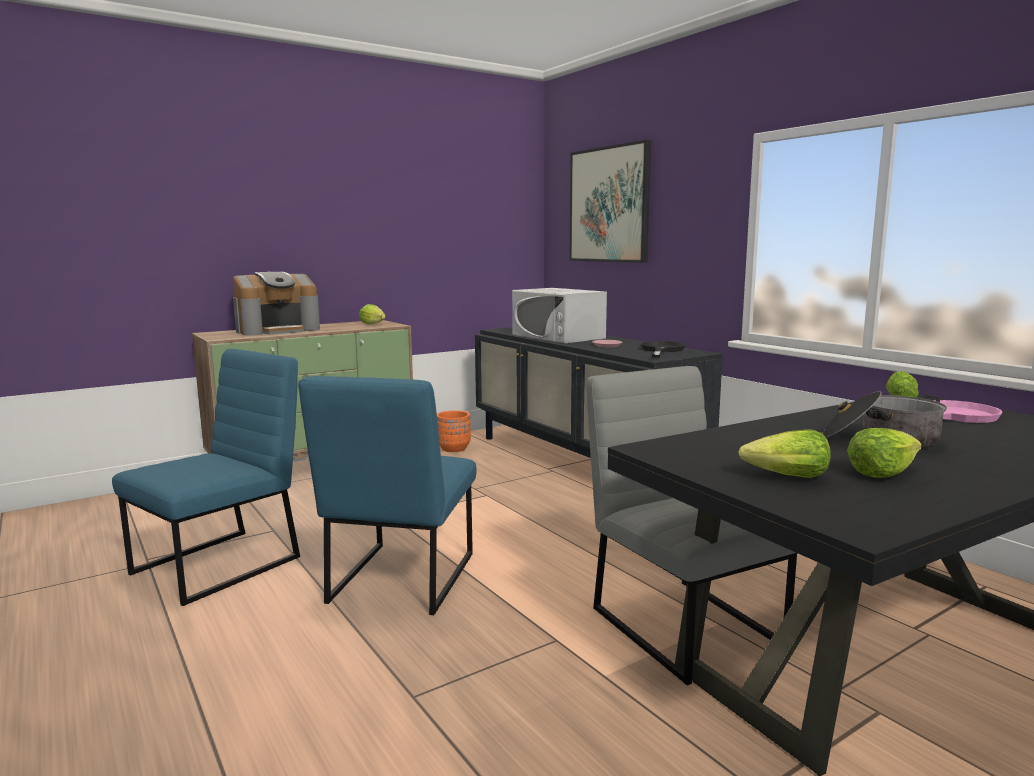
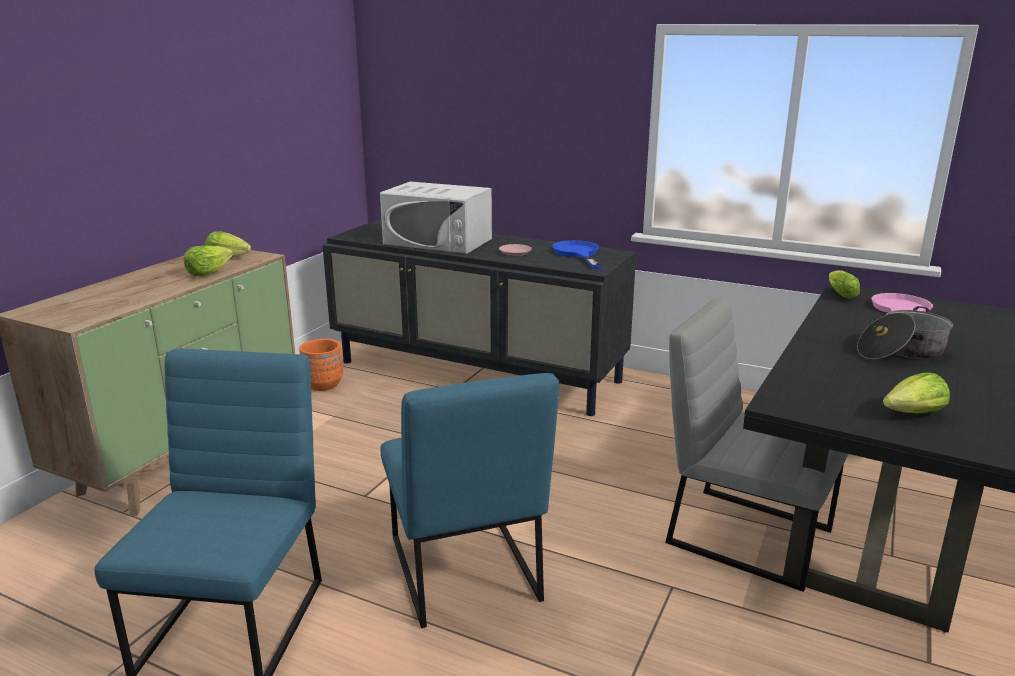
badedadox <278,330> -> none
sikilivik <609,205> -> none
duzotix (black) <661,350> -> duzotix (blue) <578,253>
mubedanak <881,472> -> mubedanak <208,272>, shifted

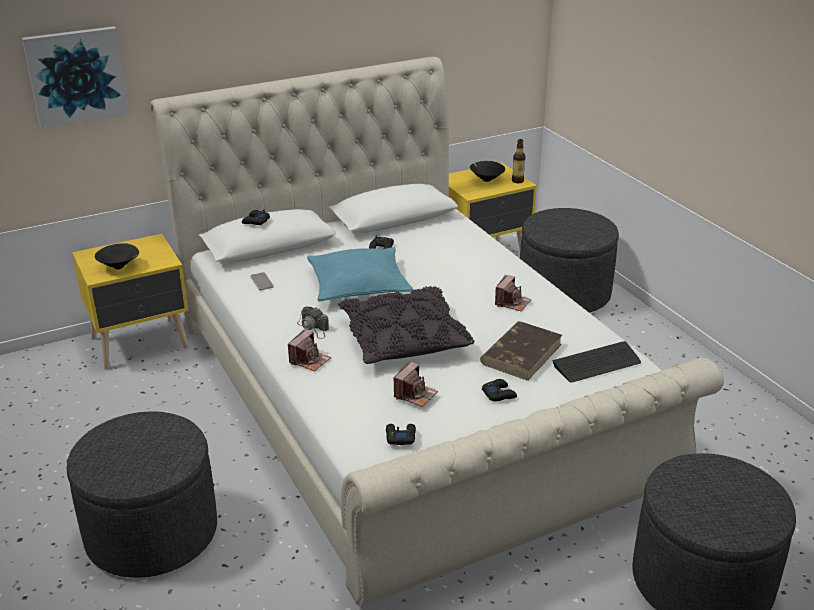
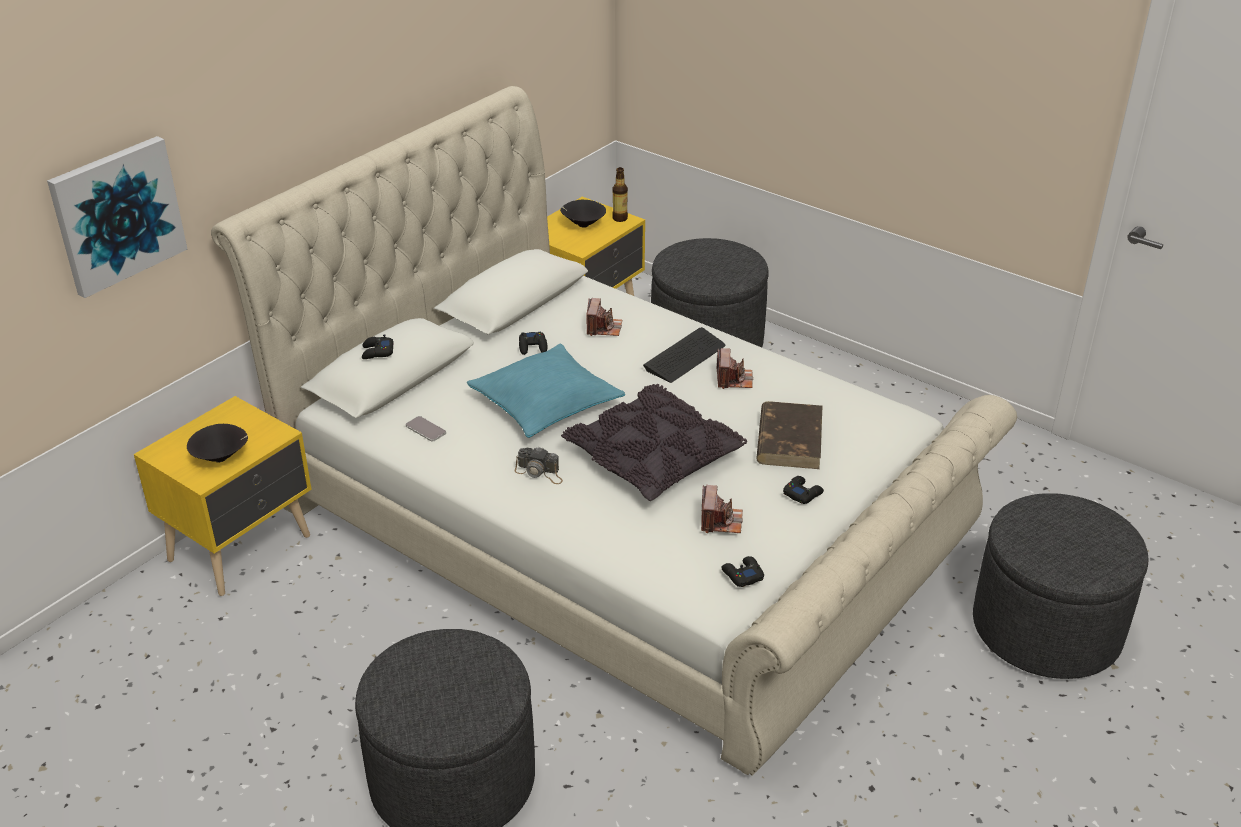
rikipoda <309,360> -> rikipoda <603,328>, shifted
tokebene <597,363> -> tokebene <685,357>, shifted

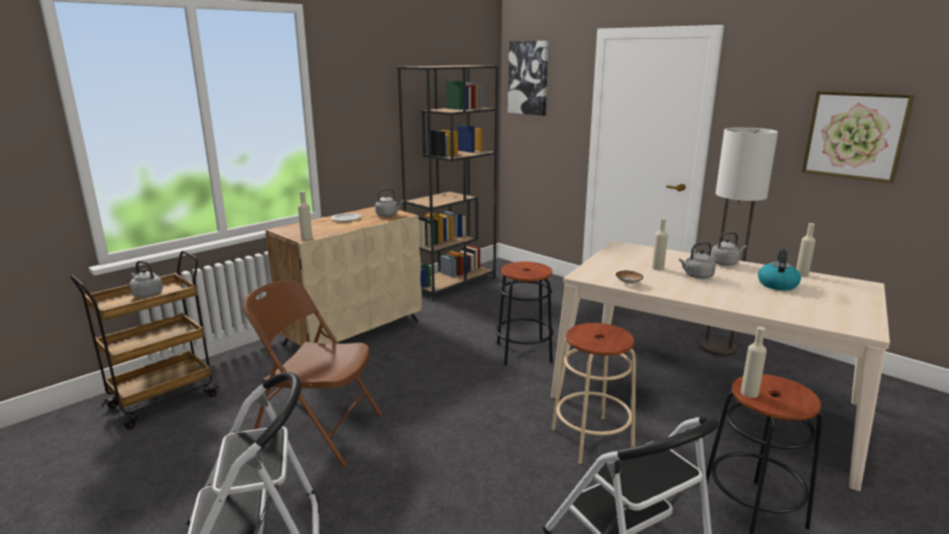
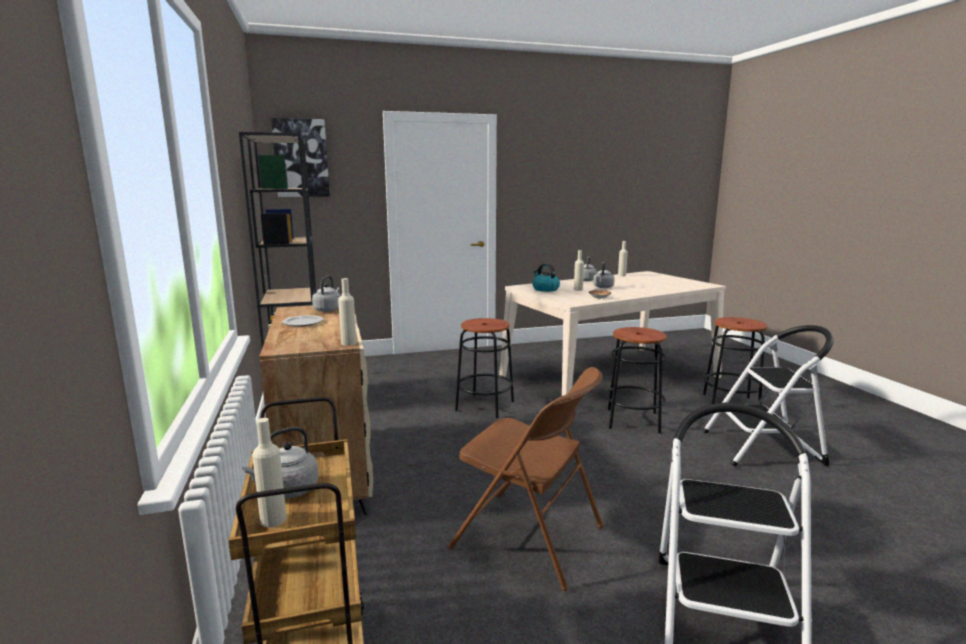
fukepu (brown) <318,431> -> fukepu (brown) <528,537>, 105 degrees counterclockwise
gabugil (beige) <591,439> -> gabugil (black) <633,420>
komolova <718,347> -> none
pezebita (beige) <749,393> -> pezebita (beige) <273,519>, shifted
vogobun <777,284> -> vogobun <545,289>, shifted
sikilivik <854,135> -> none

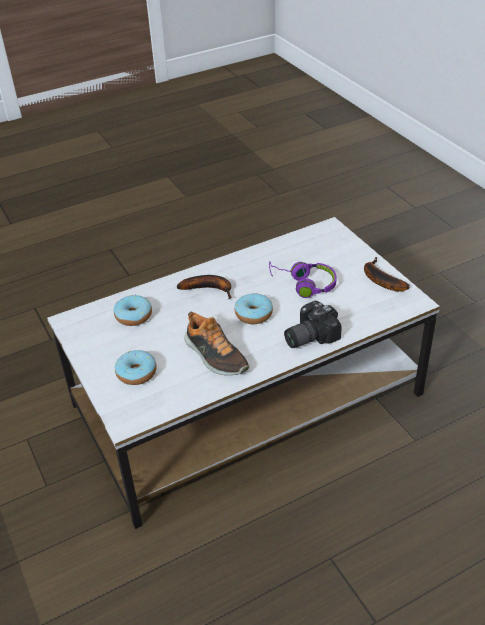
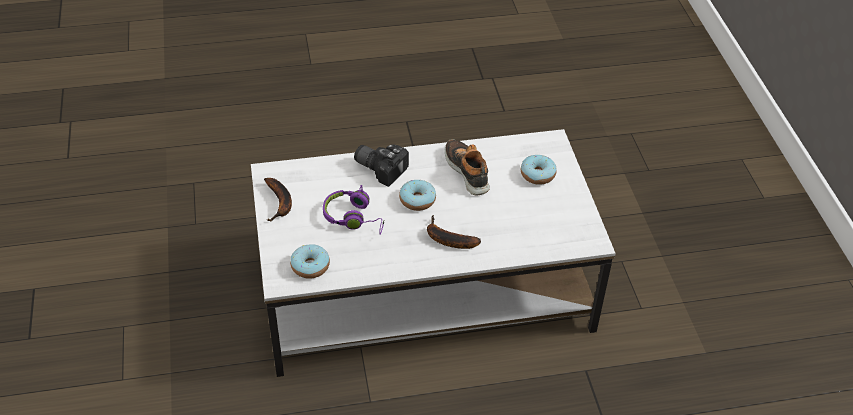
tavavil <134,316> -> tavavil <310,266>, shifted
rikipoda <308,336> -> rikipoda <381,167>, 135 degrees counterclockwise

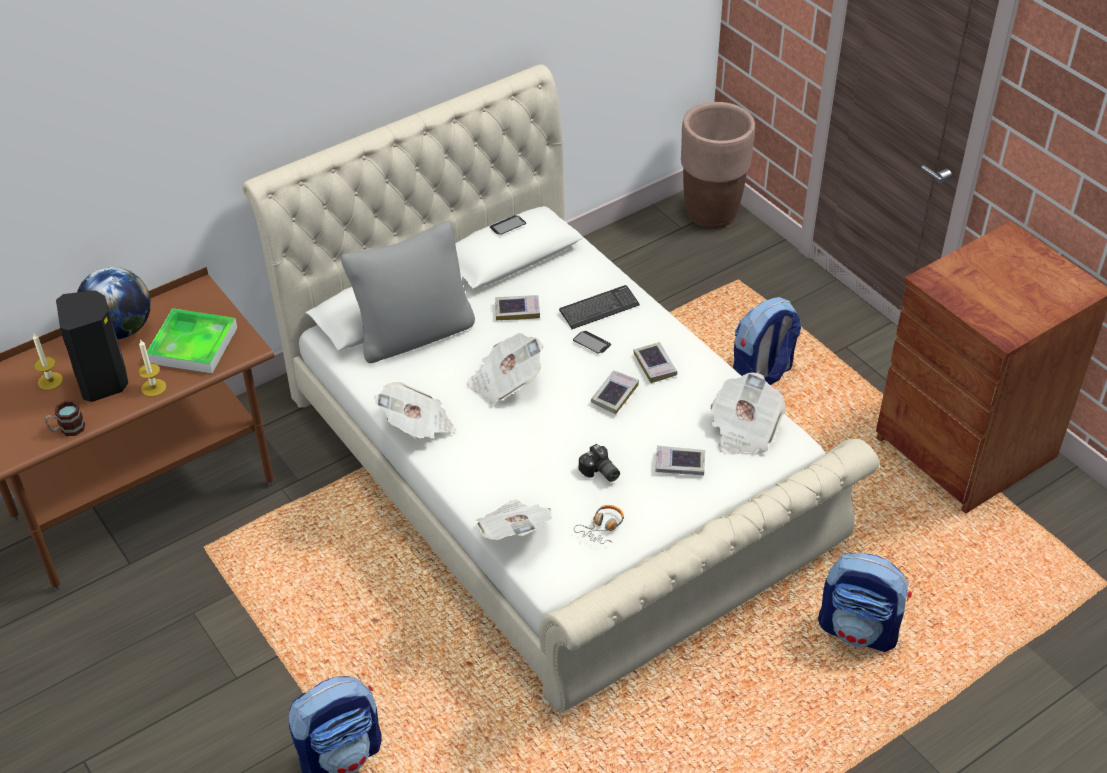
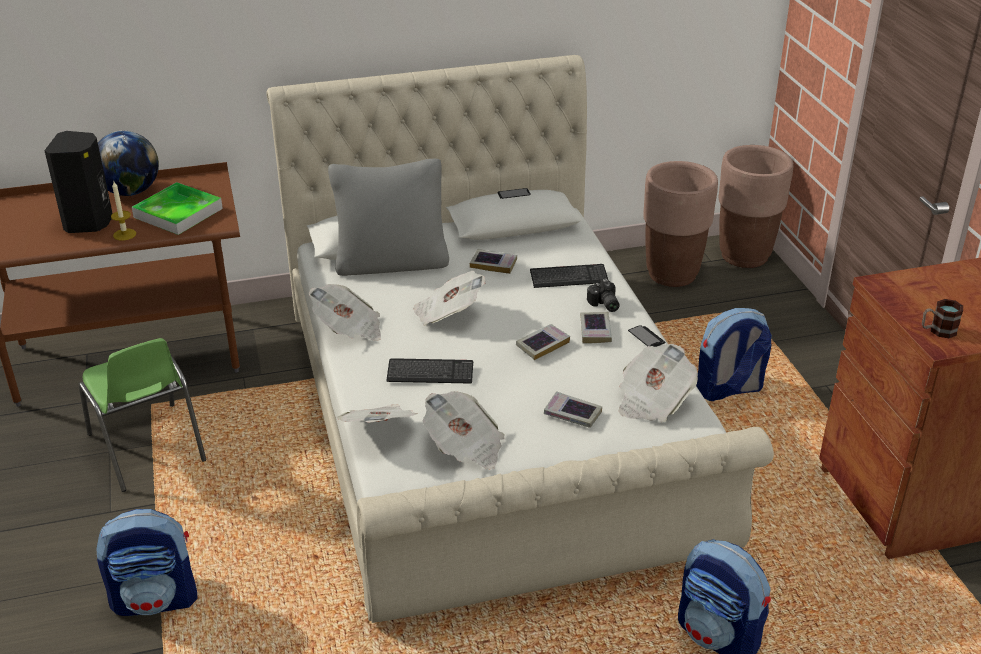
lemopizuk <50,381> -> none
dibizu <67,429> -> dibizu <937,331>, shifted
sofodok <592,343> -> sofodok <646,337>, shifted
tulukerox <602,528> -> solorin <465,447>
rikipoda <599,472> -> rikipoda <604,305>, shifted
none -> fukepu (green) <147,448>
none -> tokebene <430,373>
none -> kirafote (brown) <672,274>

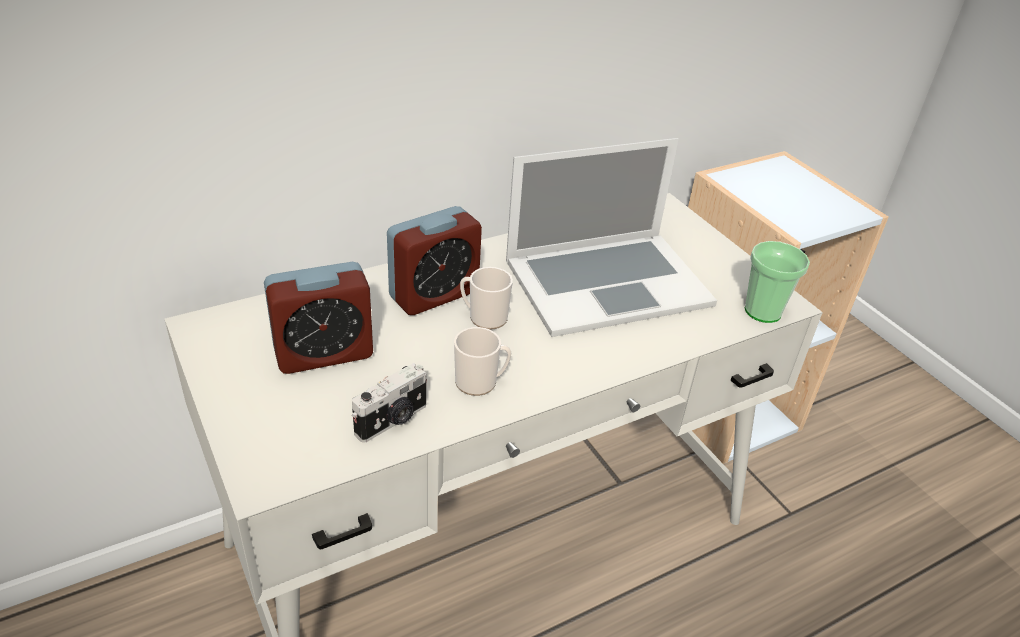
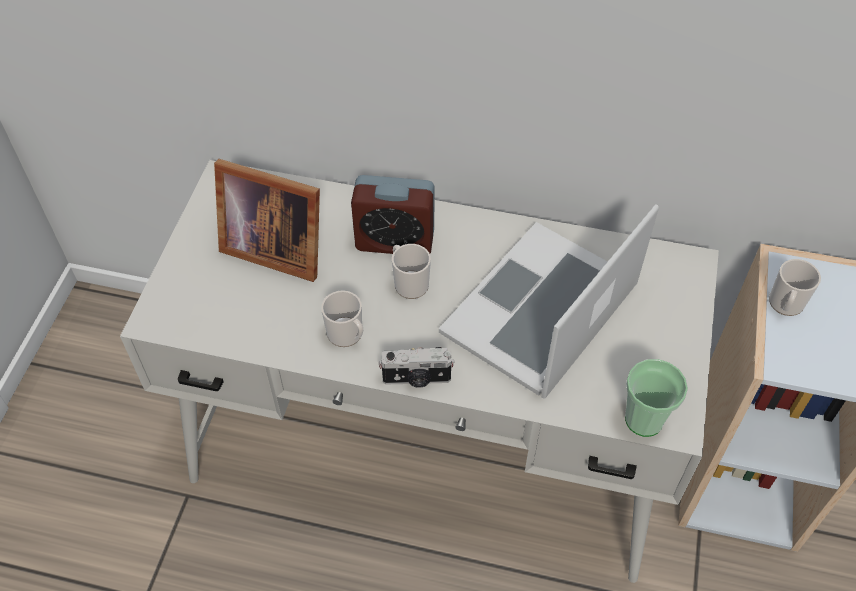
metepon <323,353> -> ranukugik <273,247>
rikipoda <393,421> -> rikipoda <416,379>, shifted
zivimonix <607,281> -> zivimonix <541,309>, 105 degrees clockwise
none -> dibizu <785,305>

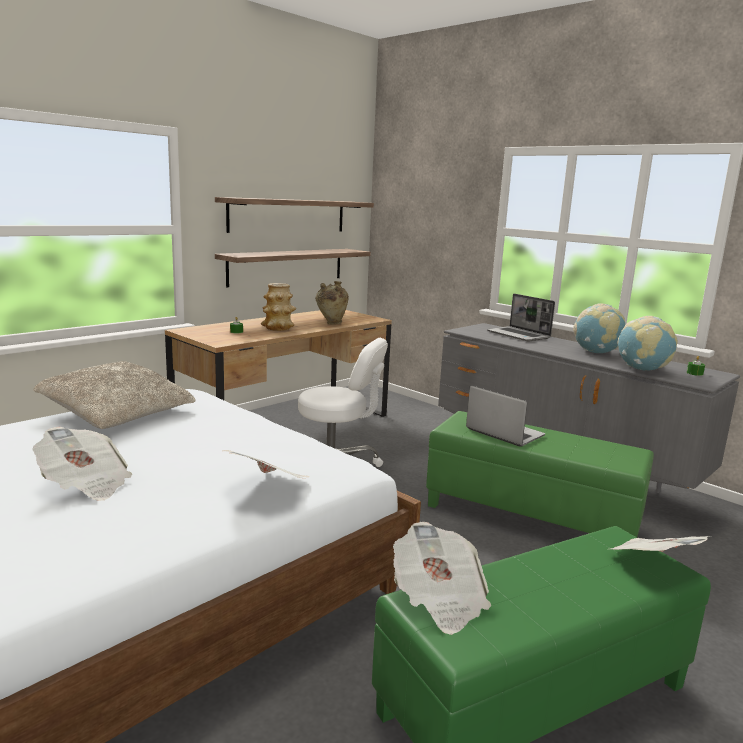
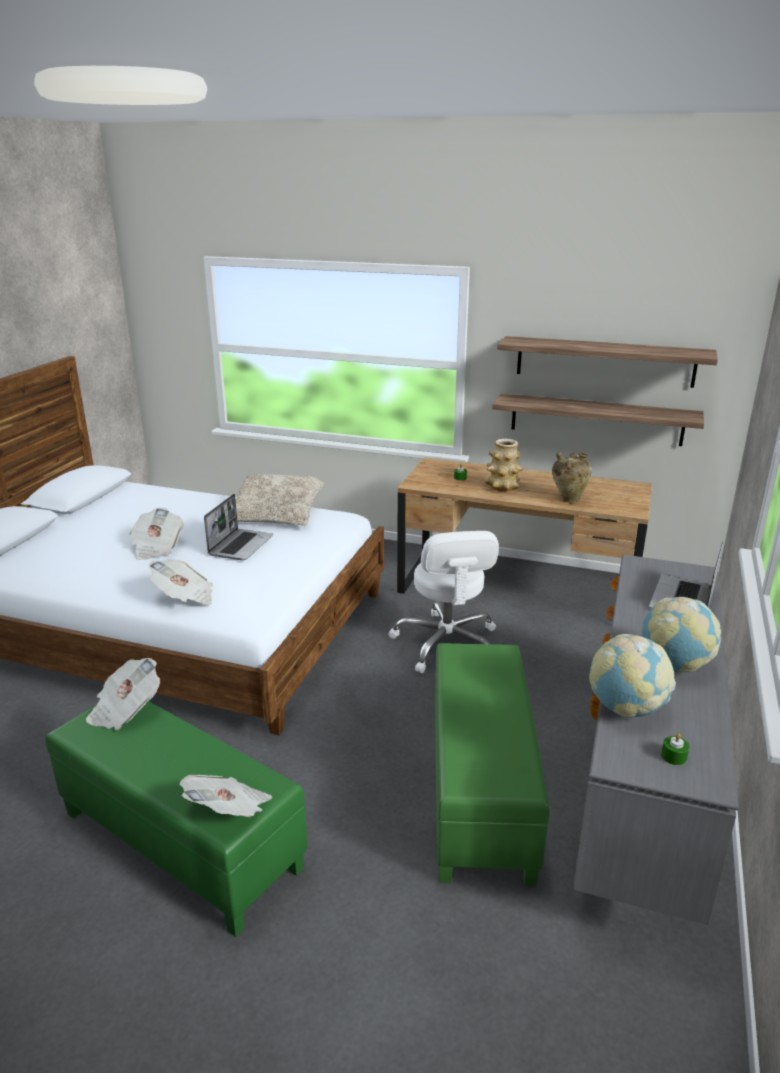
zivimonix <503,433> -> zivimonix <240,545>, shifted

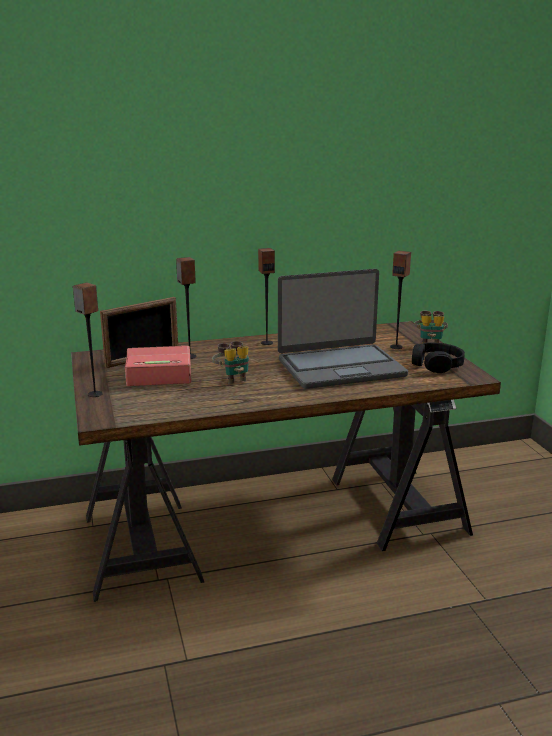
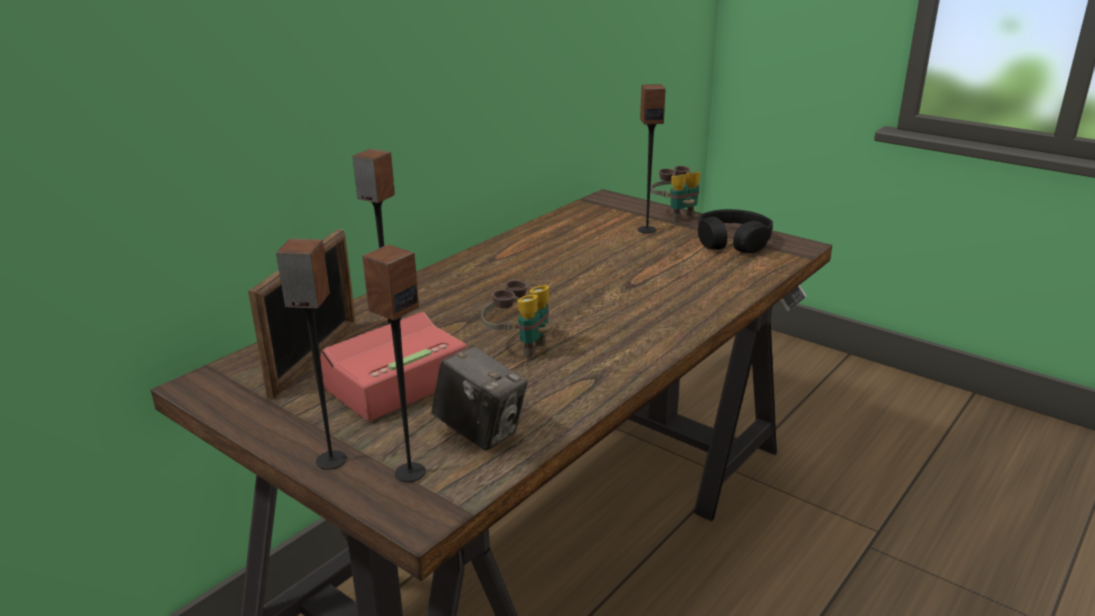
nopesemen <266,342> -> nopesemen <409,472>, shifted
zivimonix <340,367> -> none
none -> rikipoda <480,431>

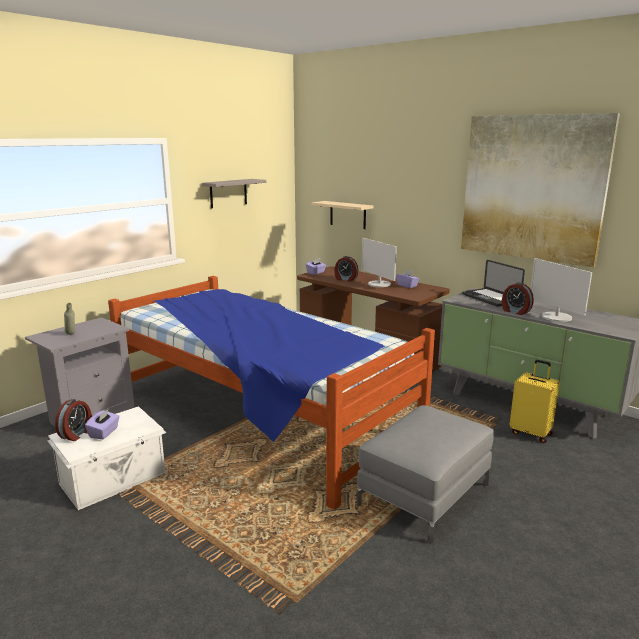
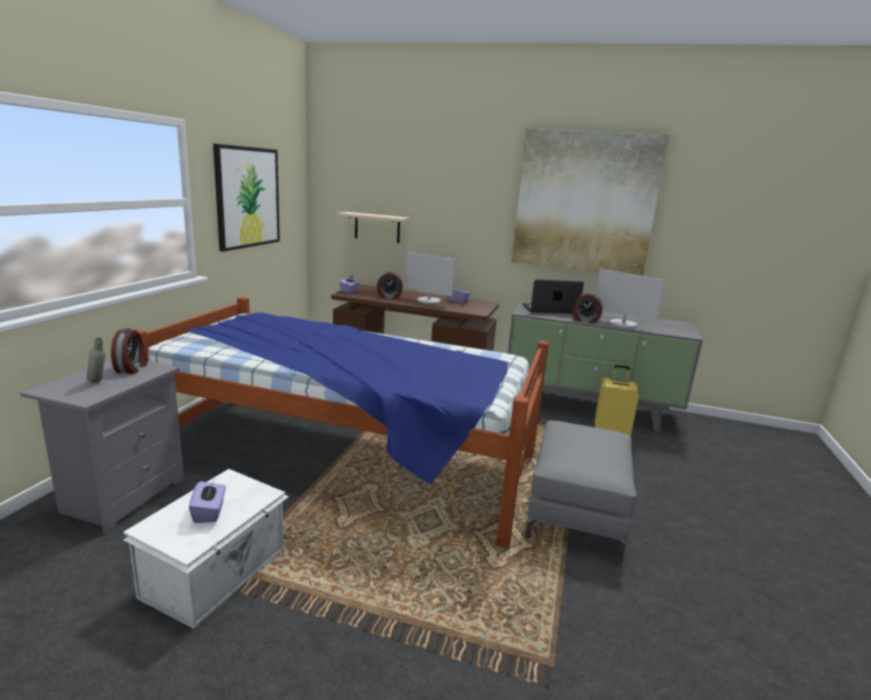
metepon <77,434> -> metepon <132,368>, shifted
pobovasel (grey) <228,193> -> sikilivik <247,197>
zivimonix <490,298> -> zivimonix <549,309>, 135 degrees clockwise

